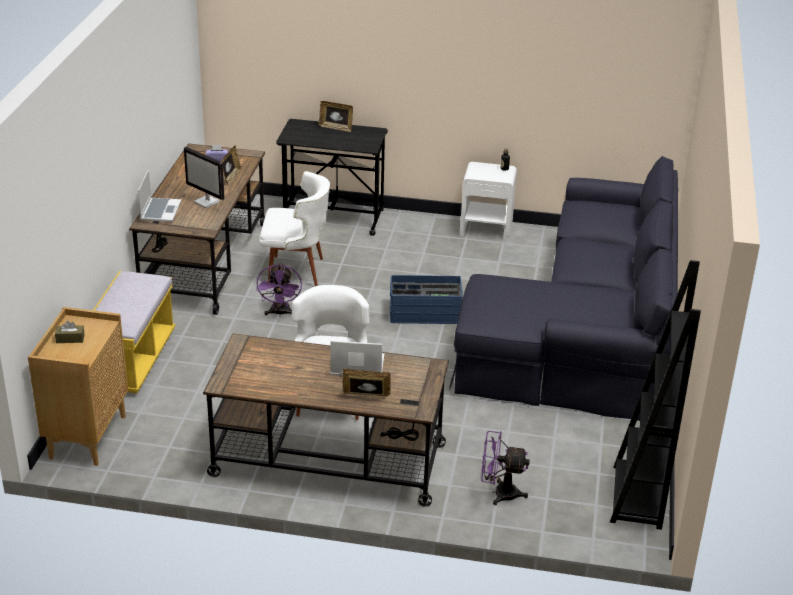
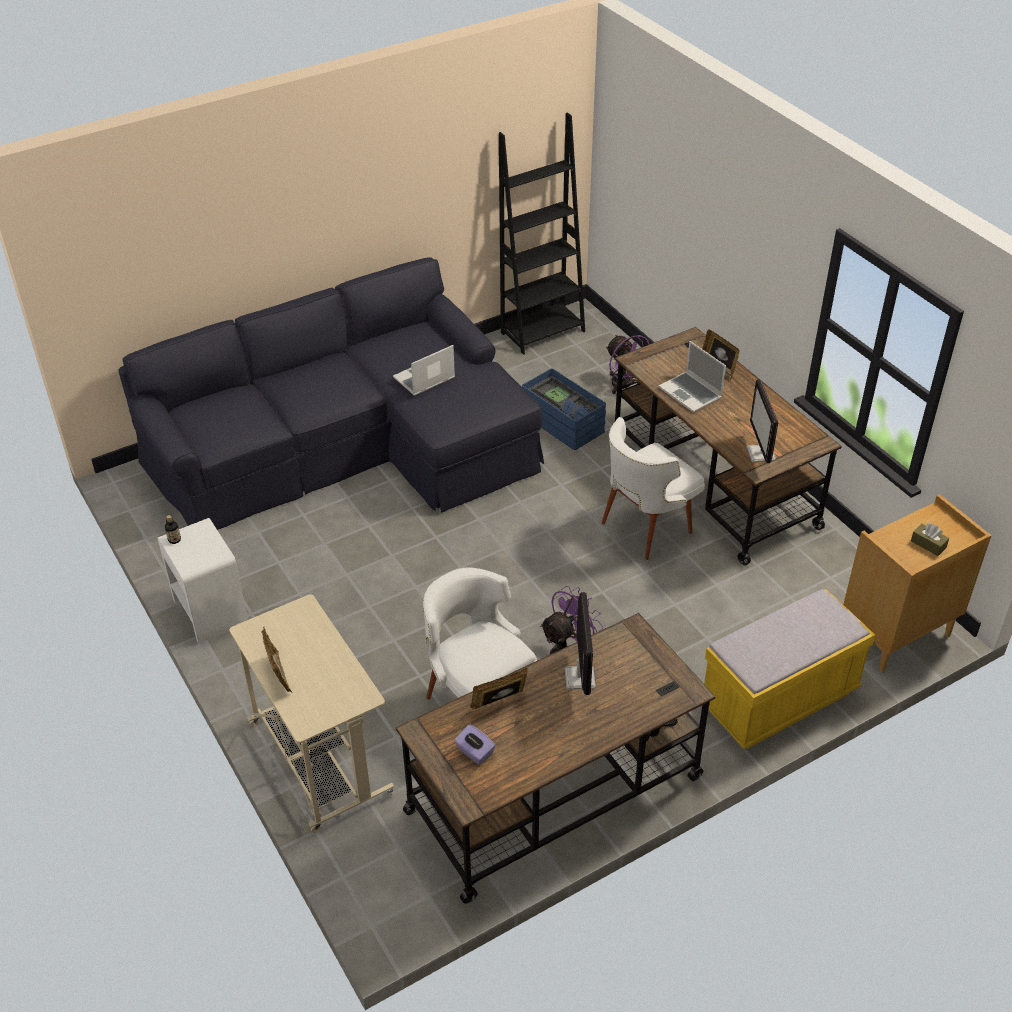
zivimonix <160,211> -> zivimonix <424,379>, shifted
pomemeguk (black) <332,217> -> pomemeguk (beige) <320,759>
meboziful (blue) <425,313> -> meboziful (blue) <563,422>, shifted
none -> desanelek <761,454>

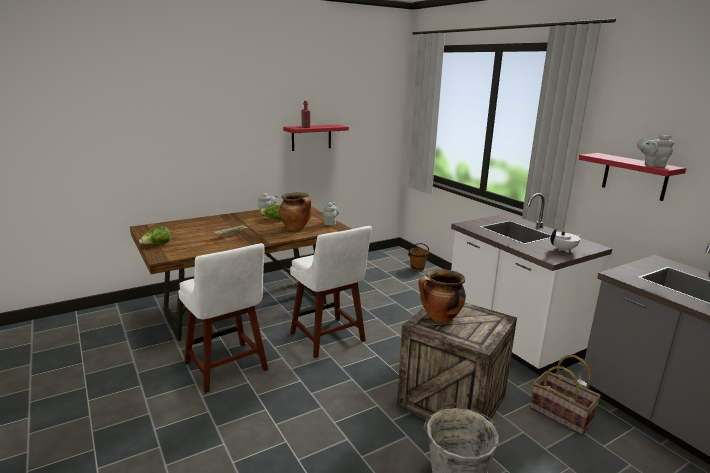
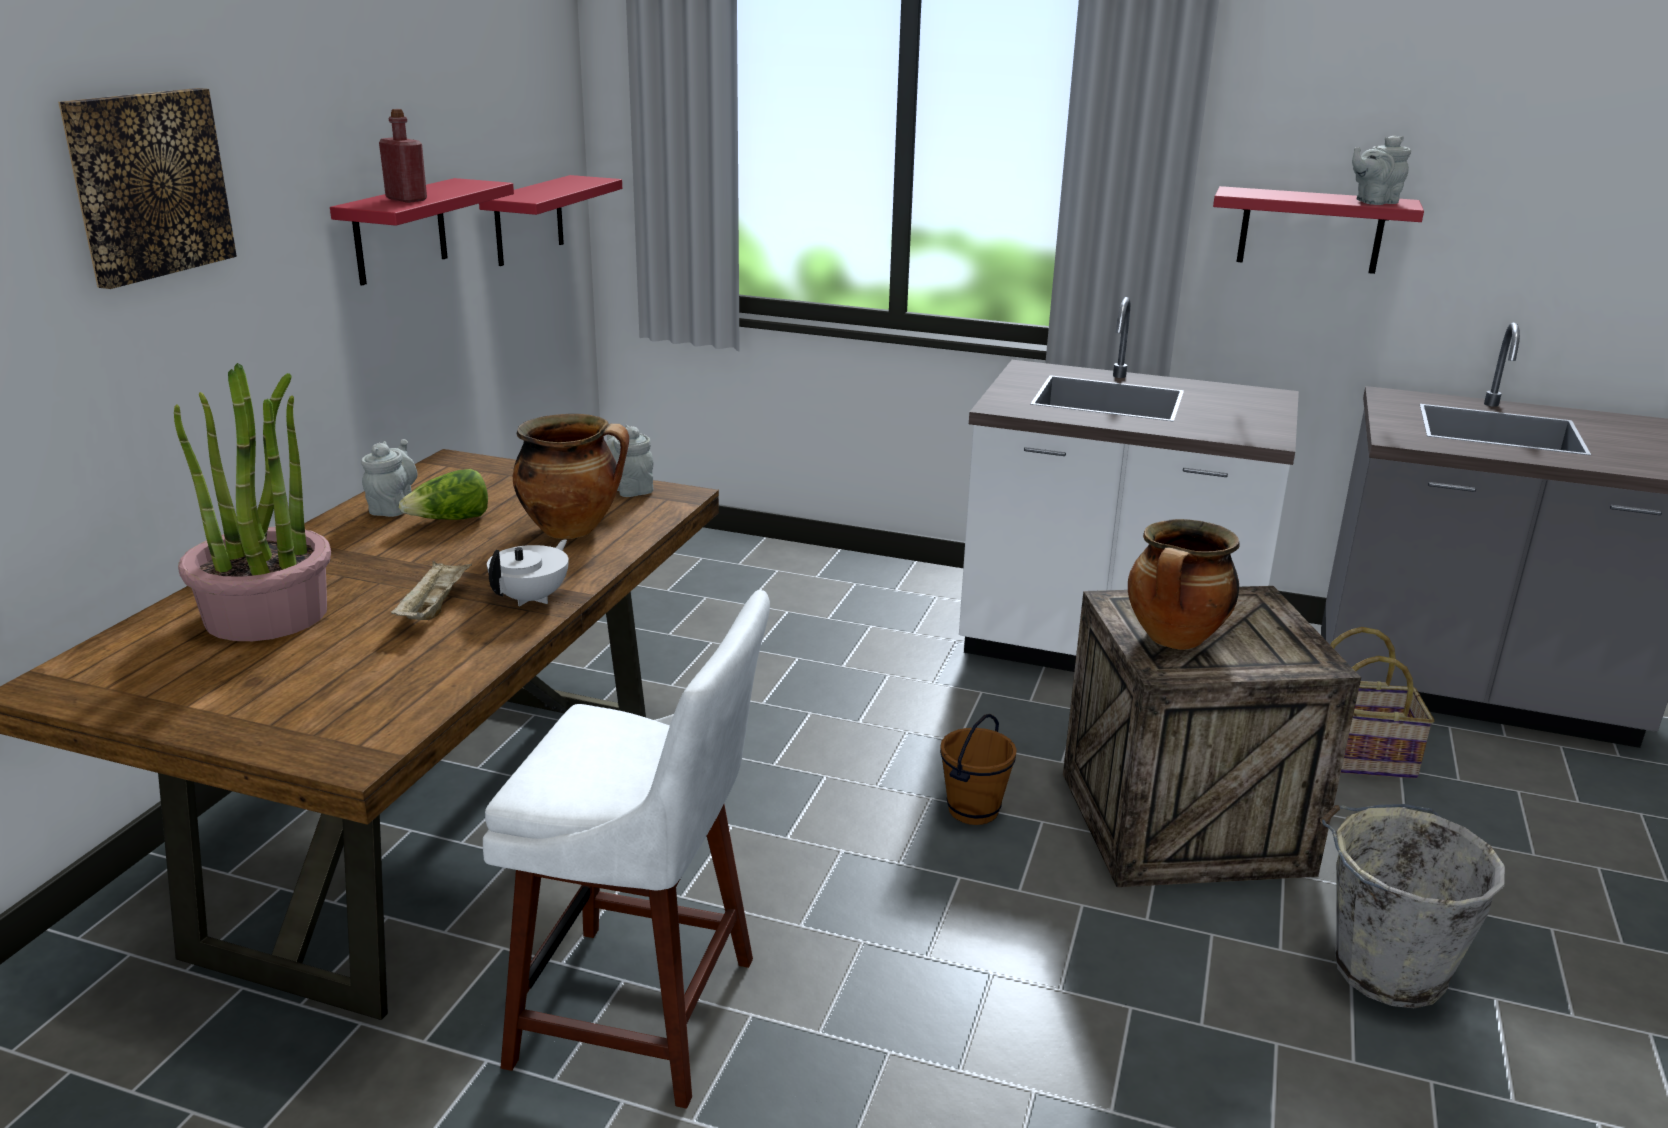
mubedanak <156,245> -> none
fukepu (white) <329,339> -> none
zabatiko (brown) <417,269> -> zabatiko (brown) <974,811>, shifted
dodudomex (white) <563,250> -> dodudomex (white) <532,598>, shifted
none -> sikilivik <148,184>
none -> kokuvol <267,615>
none -> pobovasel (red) <529,220>

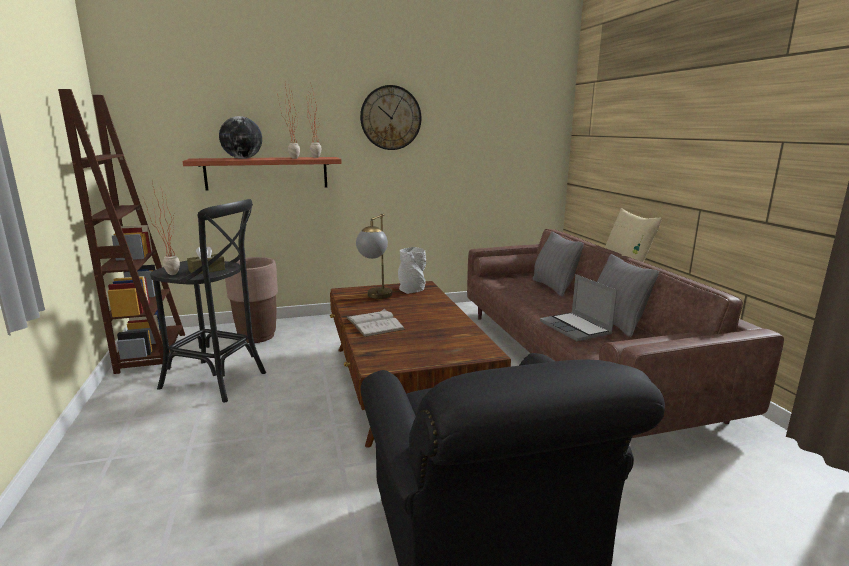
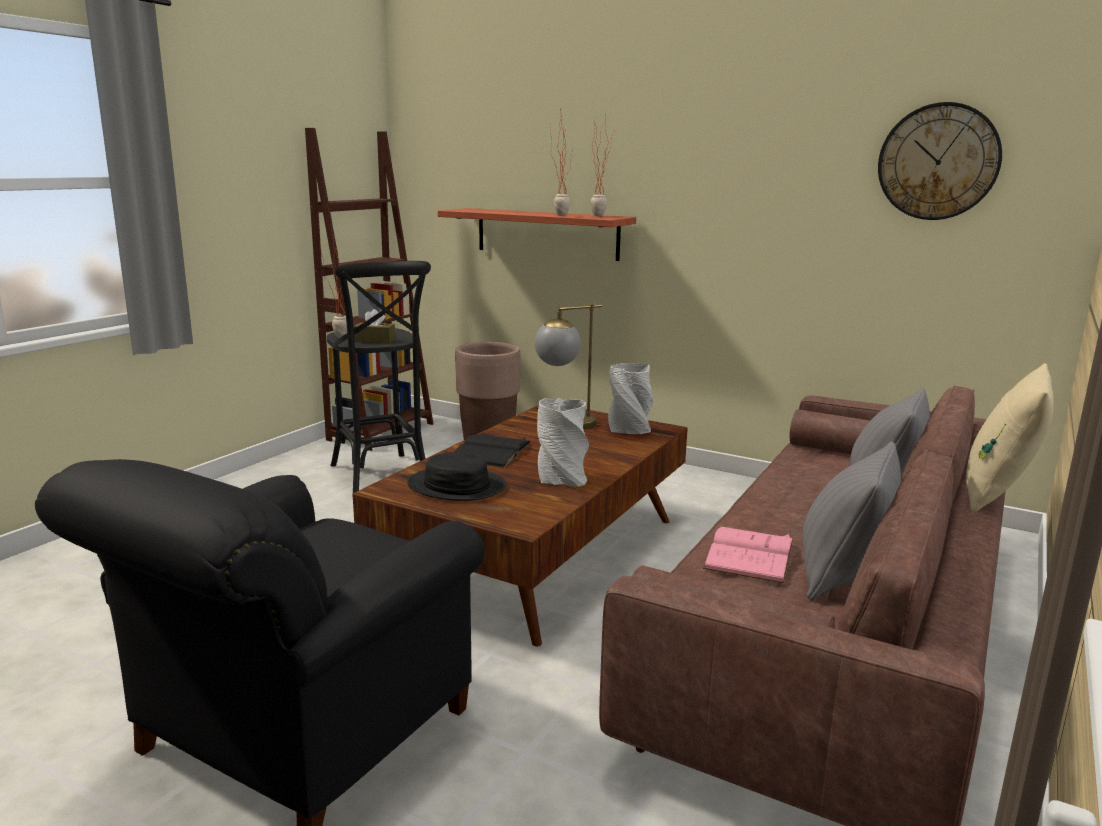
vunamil <243,158> -> none
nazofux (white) <374,324> -> nazofux (black) <491,451>
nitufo <390,118> -> nitufo <938,162>, shifted
zivimonix <576,328> -> nazofux (pink) <749,554>
none -> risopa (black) <456,486>
none -> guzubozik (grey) <561,478>

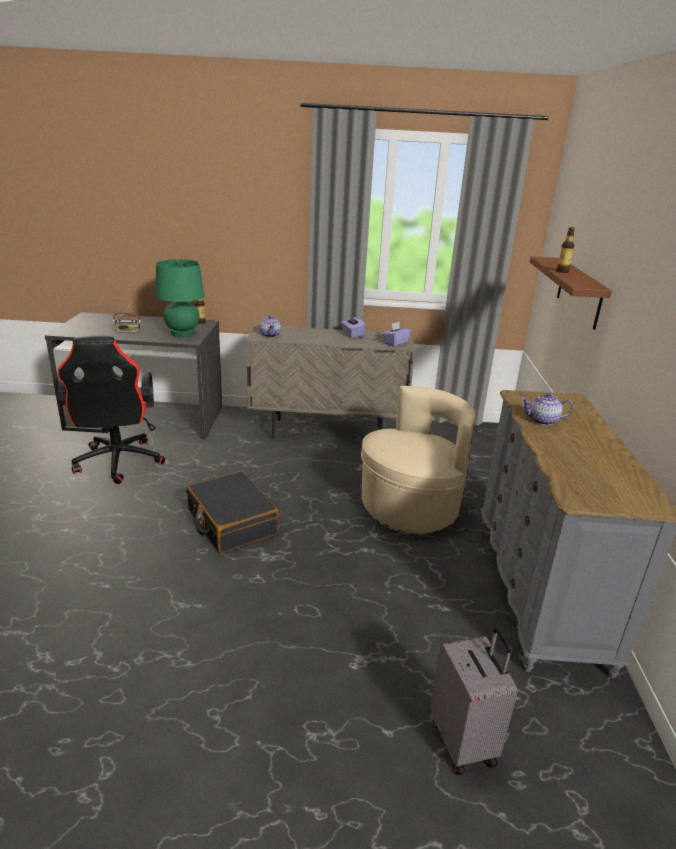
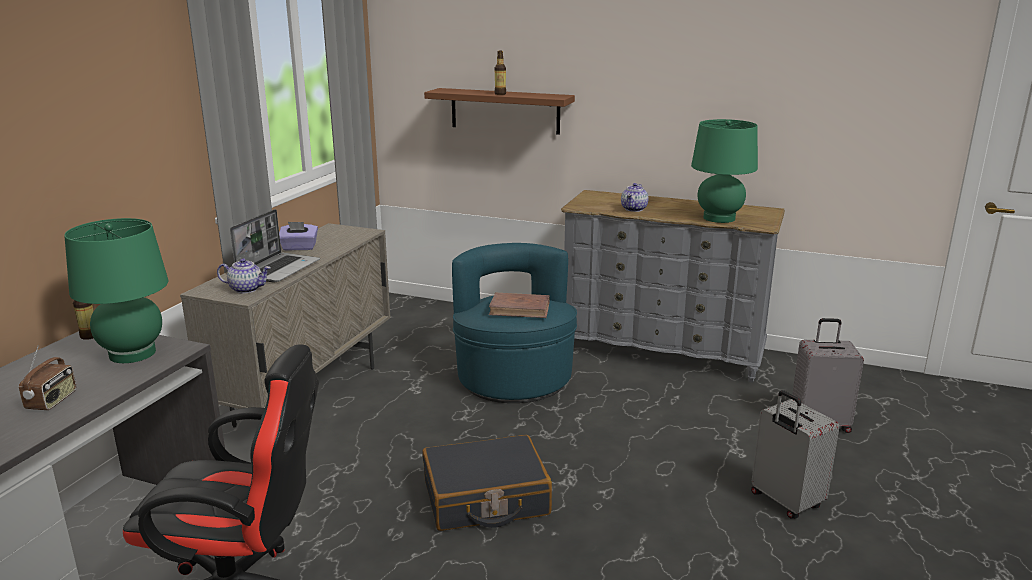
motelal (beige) <408,507> -> motelal (turquoise) <515,379>
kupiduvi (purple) <395,343> -> none
none -> zivimonix <279,269>
none -> nazofux (brown) <520,309>
none -> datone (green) <719,218>
none -> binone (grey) <784,501>

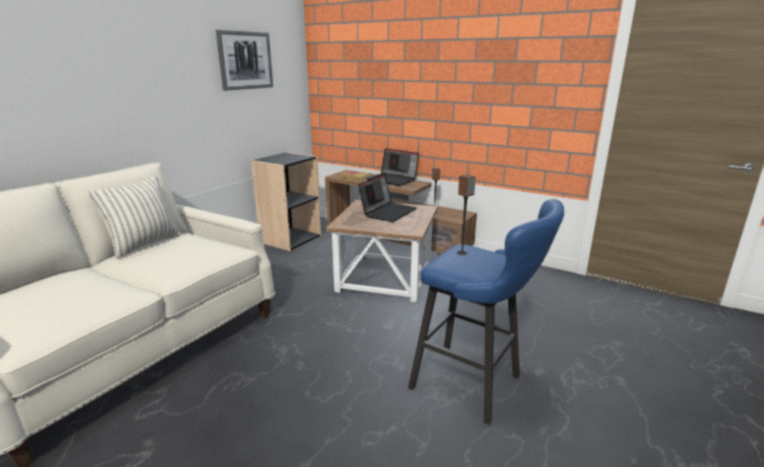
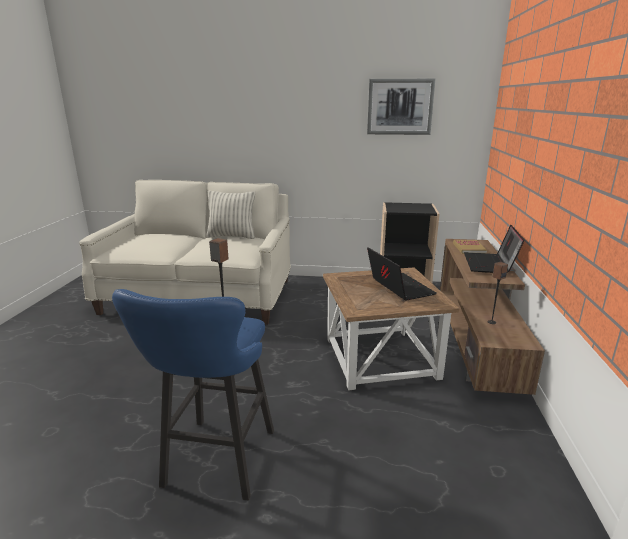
zivimonix <388,212> -> zivimonix <398,288>, 120 degrees counterclockwise

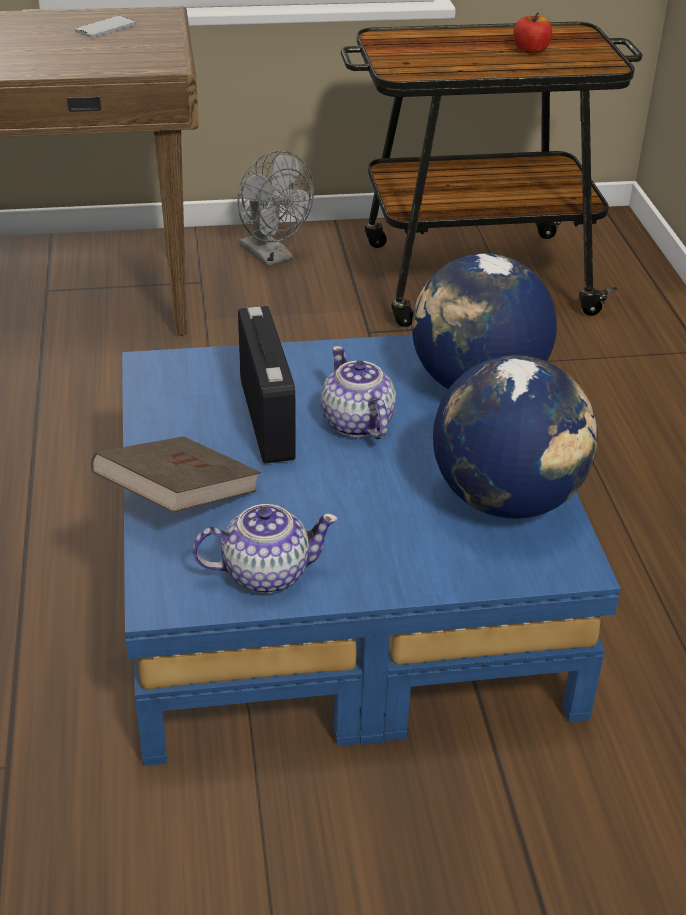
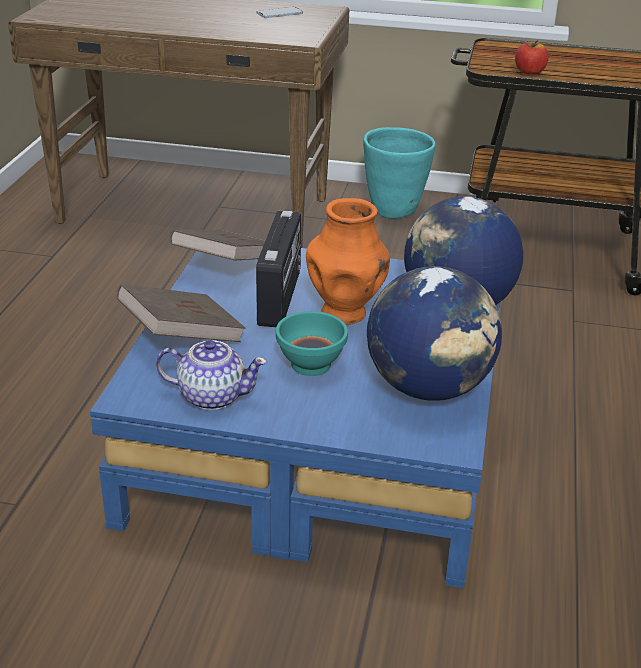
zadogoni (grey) <272,256> -> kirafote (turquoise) <394,210>
dodudomex <356,423> -> guzubozik (orange) <345,313>
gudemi <530,50> -> gudemi <529,72>, shifted
none -> nazofux (brown) <226,266>
none -> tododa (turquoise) <310,365>

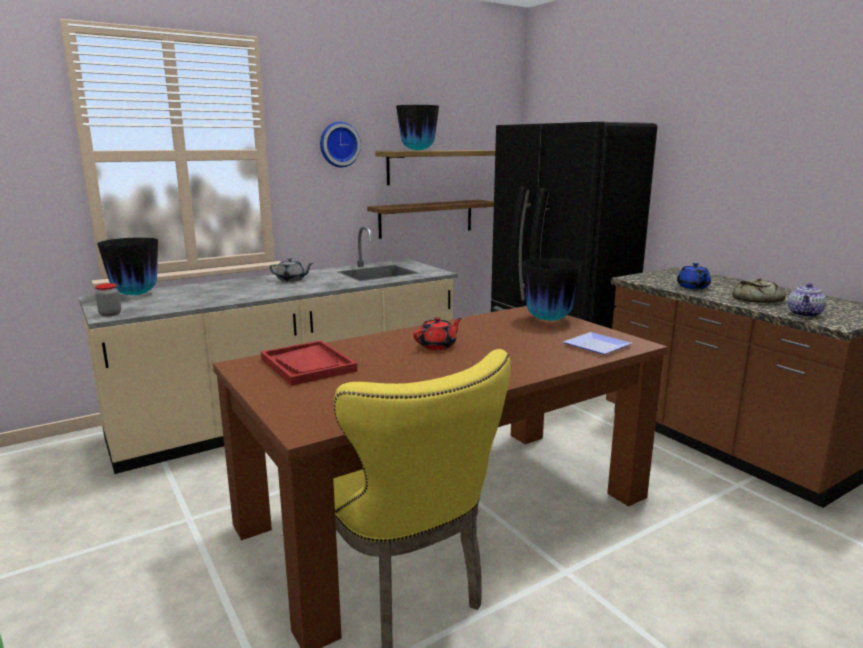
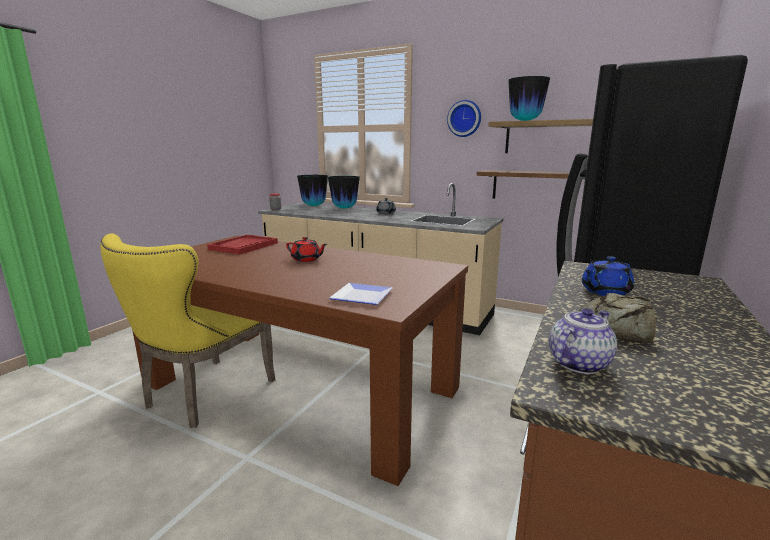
guzubozik <548,320> -> guzubozik <344,208>, shifted
dodudomex <804,314> -> dodudomex <578,363>, 135 degrees clockwise

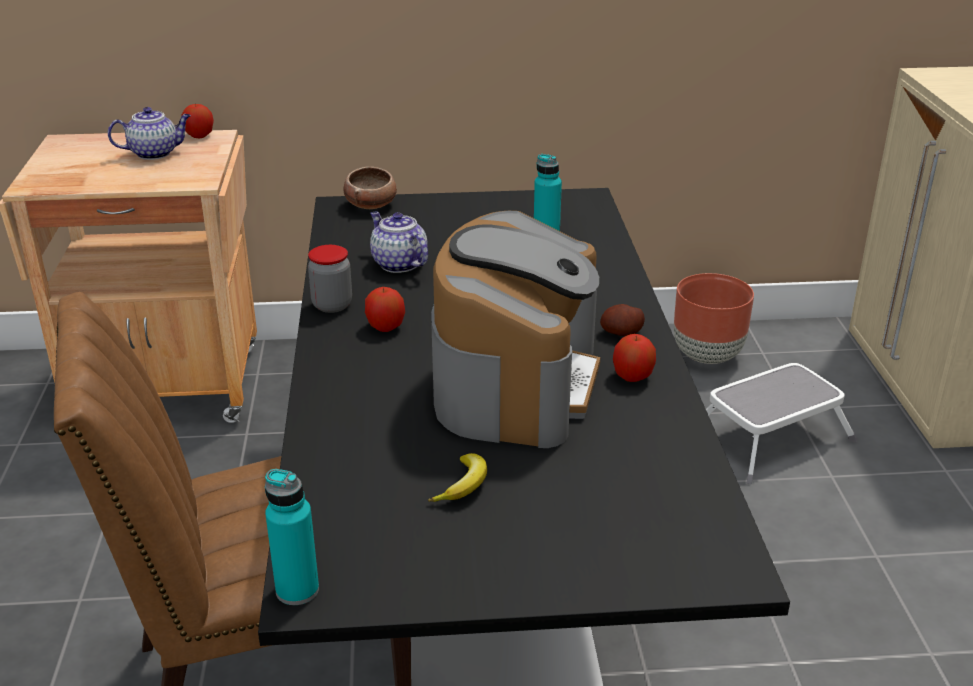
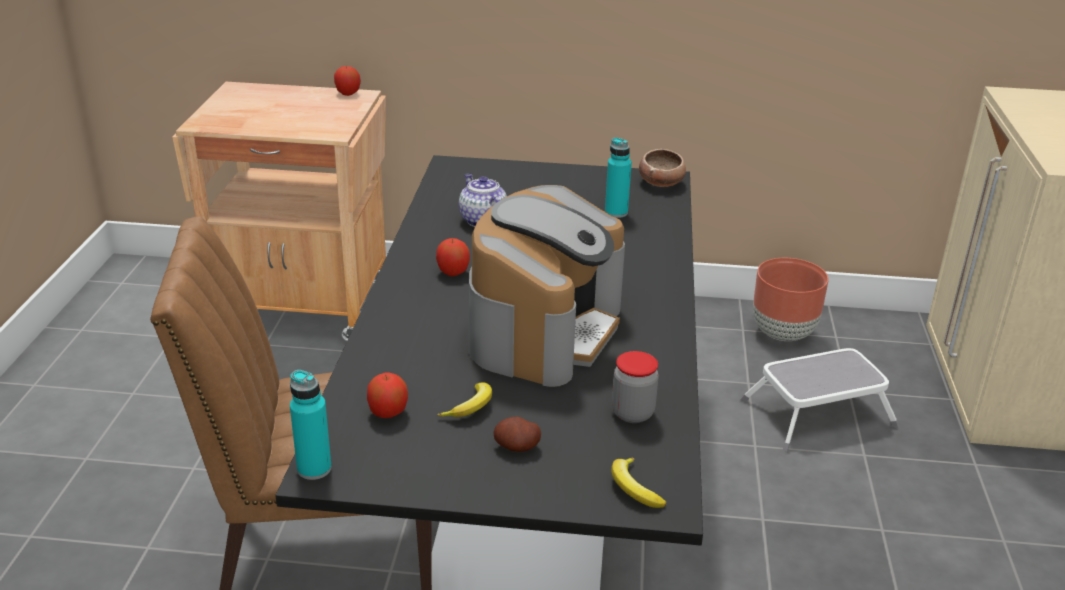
dodudomex <155,153> -> none
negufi <332,305> -> negufi <632,413>, shifted
tododa <371,205> -> tododa <661,182>, shifted
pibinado <621,333> -> pibinado <517,446>, shifted
gudemi <632,377> -> gudemi <388,412>, shifted
none -> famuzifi <634,488>

